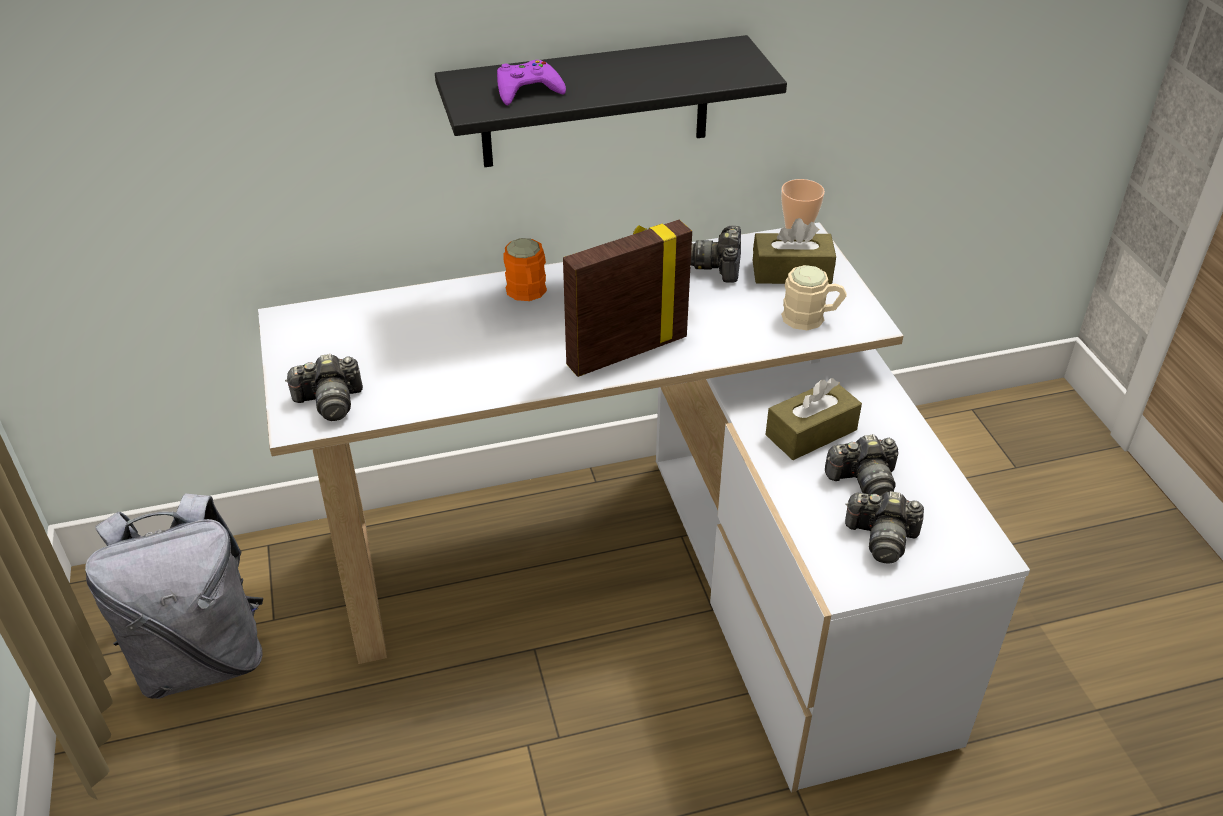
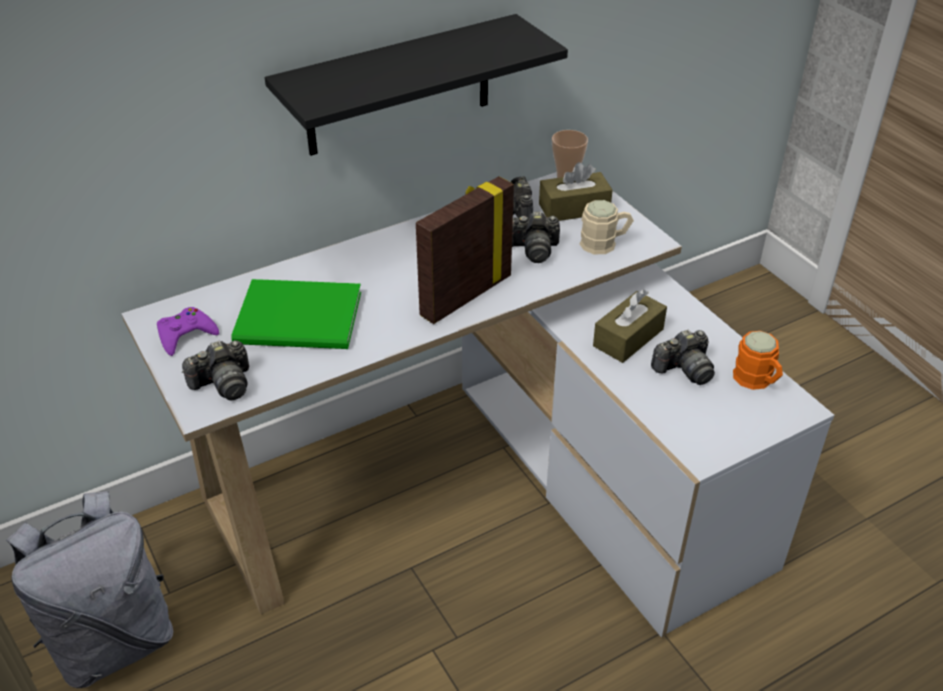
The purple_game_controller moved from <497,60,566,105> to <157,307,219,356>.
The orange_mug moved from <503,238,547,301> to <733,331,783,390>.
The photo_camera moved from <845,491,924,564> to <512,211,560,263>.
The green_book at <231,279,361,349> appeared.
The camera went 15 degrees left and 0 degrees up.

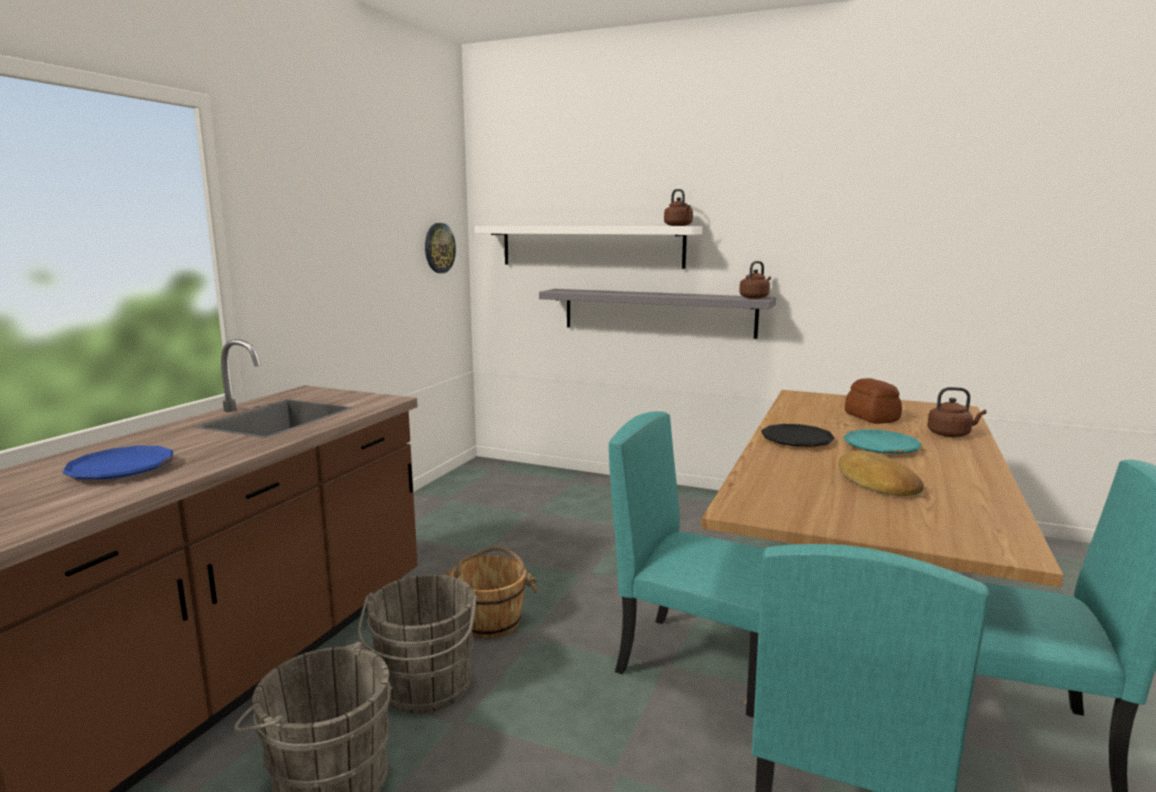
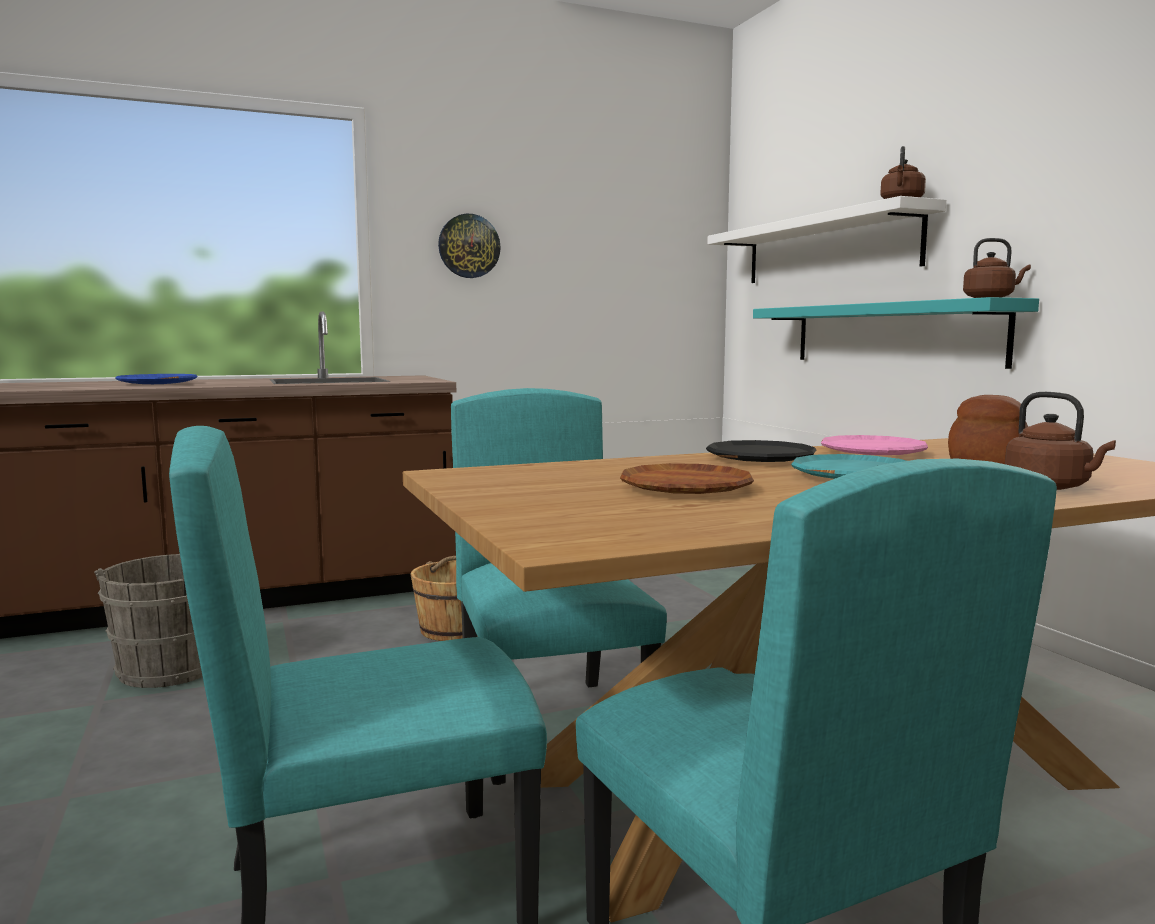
The wall_clock moved from <425,223,456,273> to <438,214,501,278>.
The grey_shelf at <539,289,776,339> became the turquoise_shelf at <753,297,1039,369>.
The bread at <838,450,924,496> was replaced by the brown_plate at <620,463,754,494>.
The grey_bucket at <358,574,477,713> disappeared.
The pink_plate at <821,435,928,455> appeared.
The camera went 45 degrees right and 5 degrees down.

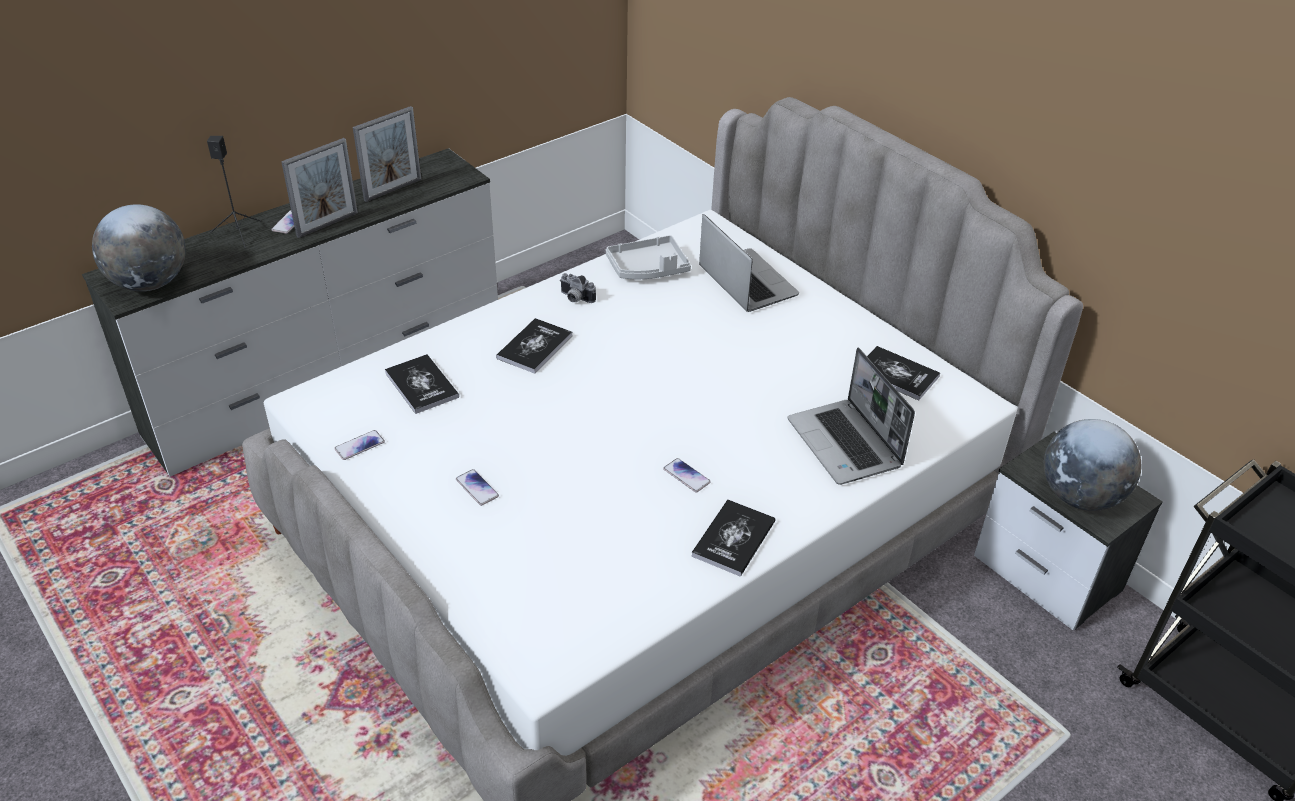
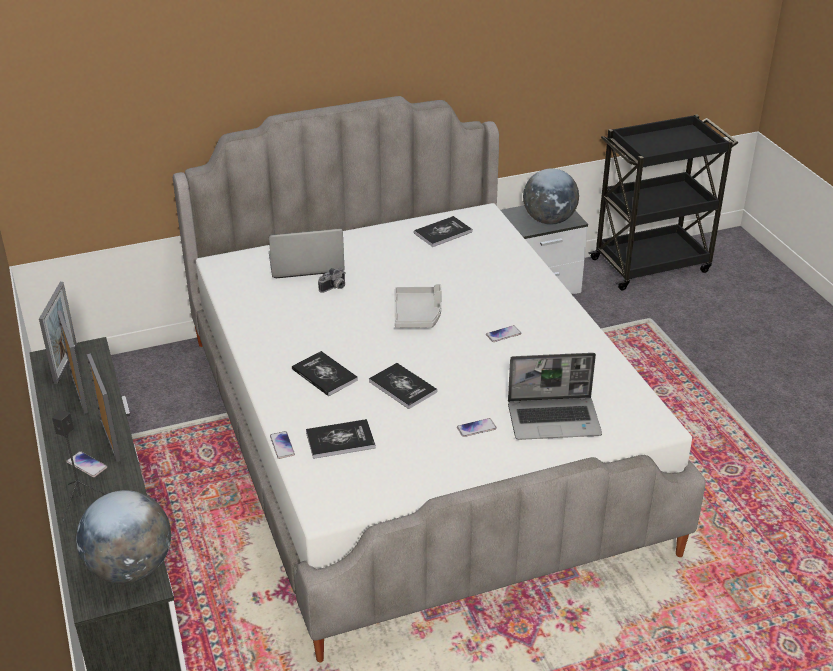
The grey_tray moved from <606,235,691,279> to <394,284,442,328>.
The photo_camera moved from <560,273,596,303> to <318,267,346,293>.
The laptop moved from <787,347,915,485> to <508,353,602,440>.
The phone moved from <334,430,385,460> to <270,431,295,459>.
The book moved from <691,499,775,577> to <369,363,437,409>.
The picture_frame at <39,282,77,384> appeared.
The camera went 70 degrees left and 5 degrees down.

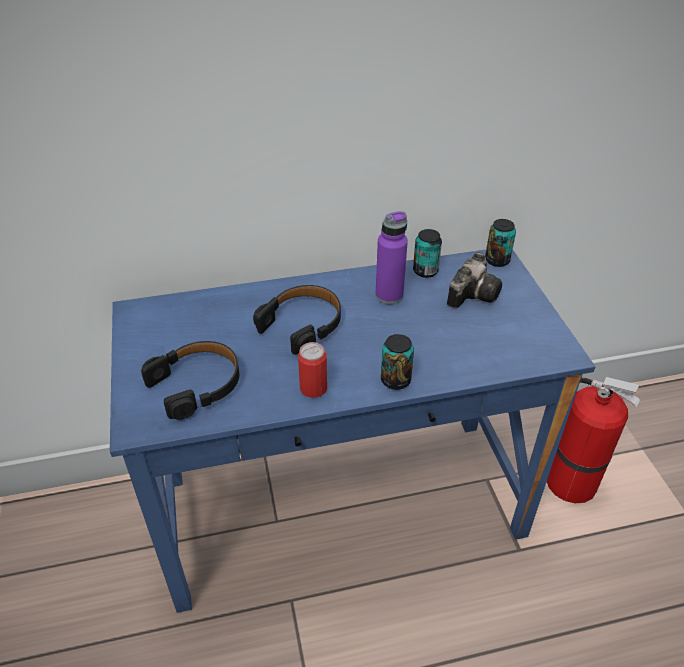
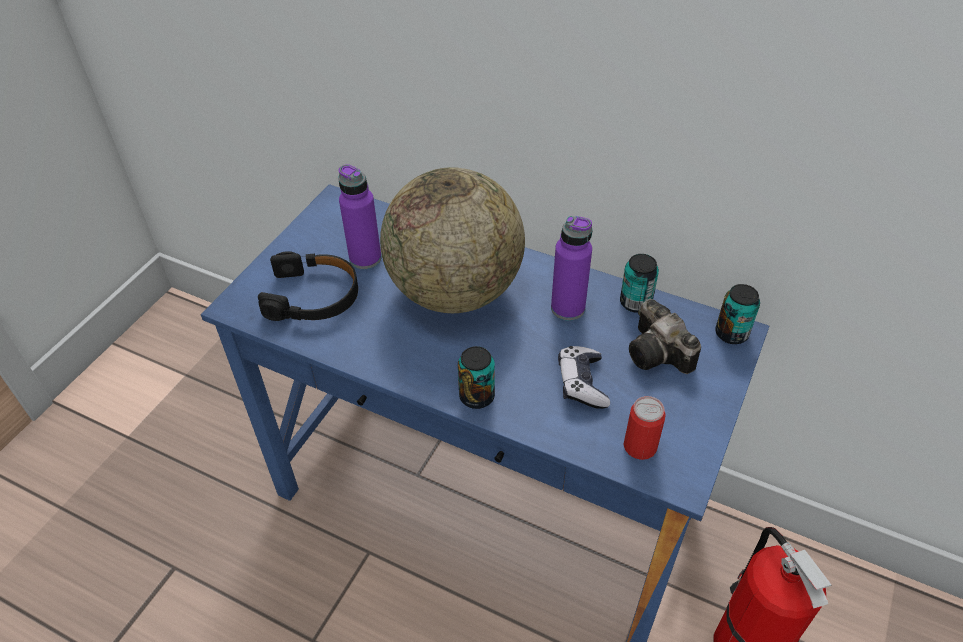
The photo_camera at <447,252,502,308> turned 75 degrees clockwise.
The black_headphones at <253,285,341,355> was replaced by the globe at <380,167,525,313>.
The can moved from <298,342,327,398> to <623,396,666,460>.
The purple_bottle at <338,164,381,269> appeared.
The game_controller at <558,346,610,409> appeared.
The camera went 40 degrees right and 5 degrees up.

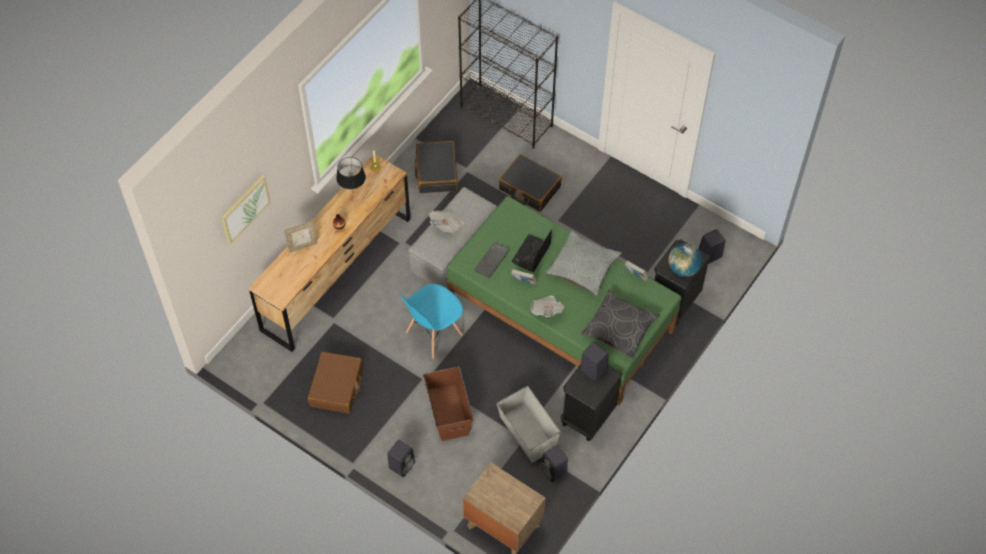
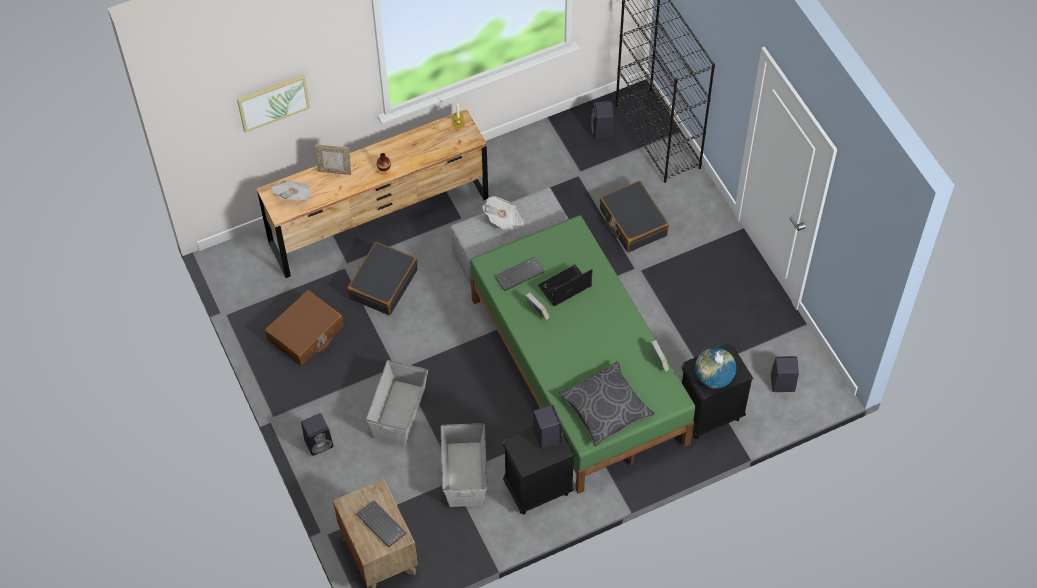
The black_suitcase moved from <414,141,457,193> to <347,242,418,315>.
The black_table_lamp at <336,157,366,190> disappeared.
The grey_pillow at <546,231,622,296> disappeared.
The blue_chair at <401,284,463,359> disappeared.
The newspaper moved from <530,296,565,317> to <271,180,312,201>.
The brown_storage_box at <423,366,473,441> became the grey_storage_box at <366,360,428,446>.
The black_speaker moved from <541,445,568,482> to <591,101,614,139>.
The keyboard at <356,500,406,547> appeared.
The camera went 30 degrees right and 0 degrees up.

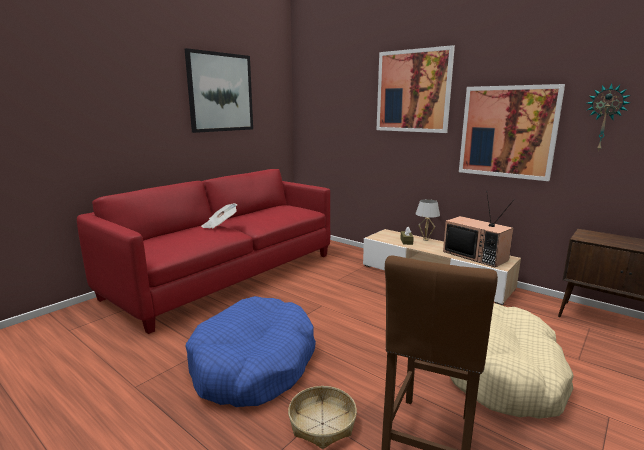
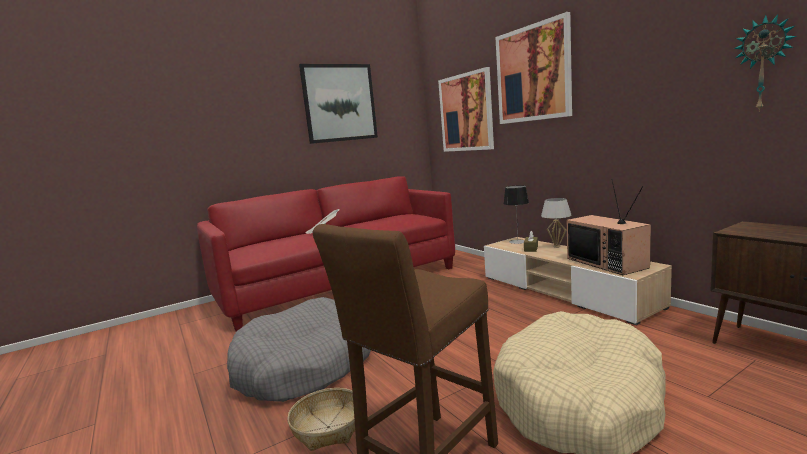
The picture moved from <459,84,565,181> to <438,67,494,152>.
The blue_dog_bed at <185,296,316,407> became the grey_dog_bed at <227,297,371,402>.
The table_lamp at <504,185,529,244> appeared.
The camera went 20 degrees right and 5 degrees down.

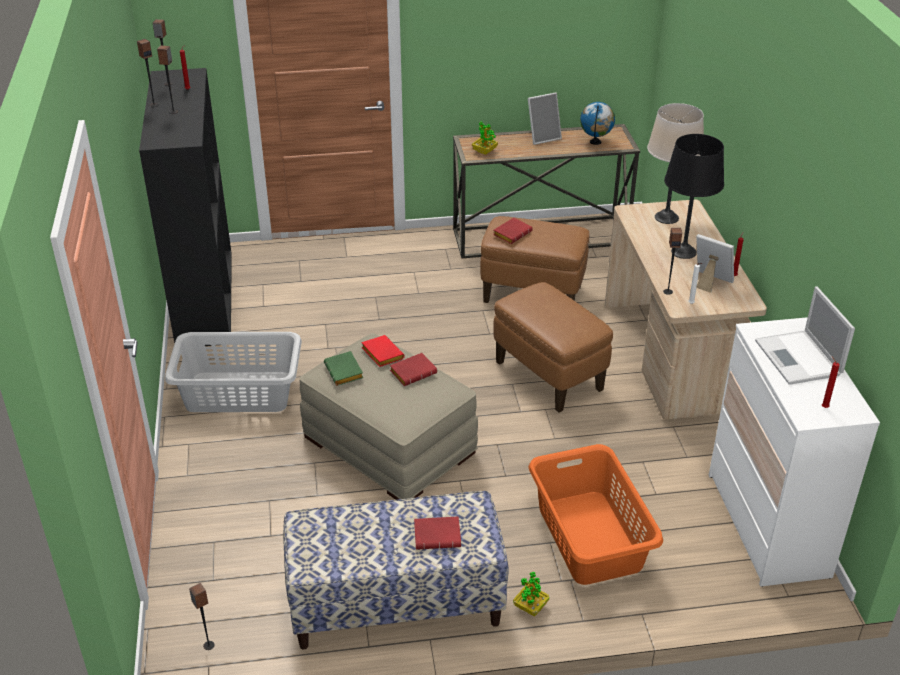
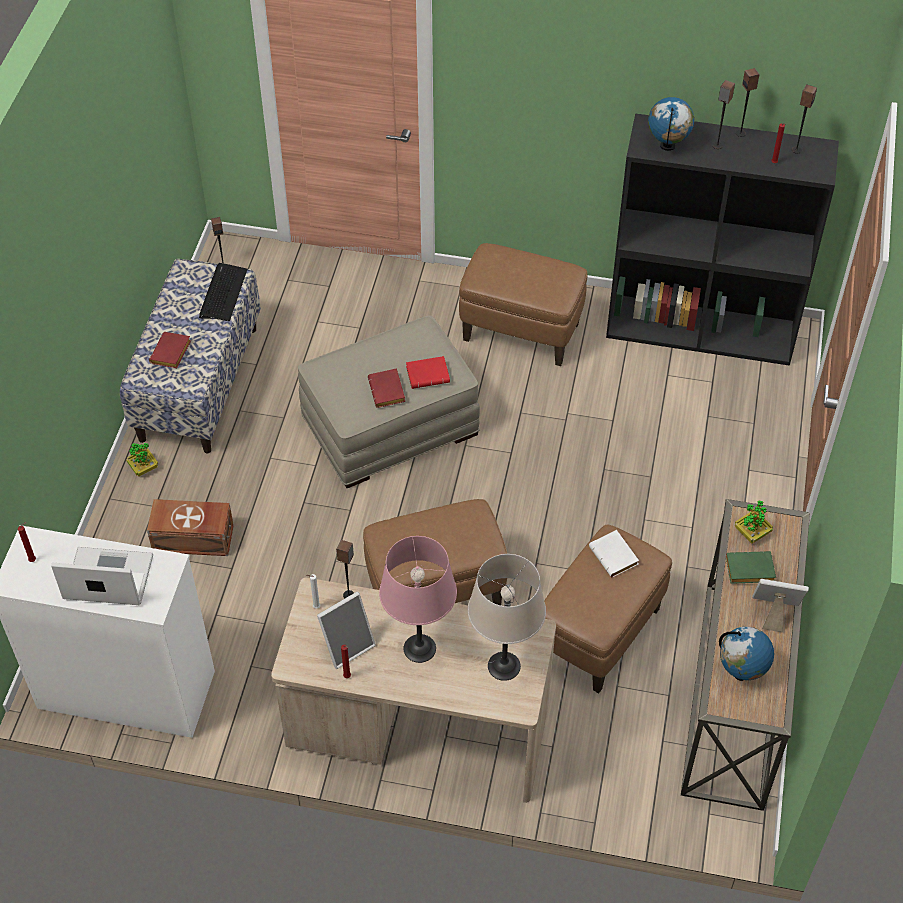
The picture_frame at <528,92,562,145> turned 105 degrees clockwise.
The black_table_lamp at <664,134,724,259> became the pink_table_lamp at <379,536,457,663>.
The red_book at <493,218,533,244> became the white_book at <589,530,639,577>.
The grey_laundry_basket at <165,332,302,412> was replaced by the brown_ottoman at <459,243,588,366>.
The green_book moved from <324,351,364,386> to <726,551,776,584>.
The orange_laundry_basket at <528,444,663,585> was replaced by the brown_storage_box at <147,499,234,556>.
The globe at <648,97,694,151> appeared.
The keyboard at <199,263,247,321> appeared.
The camera went 110 degrees right and 15 degrees up.

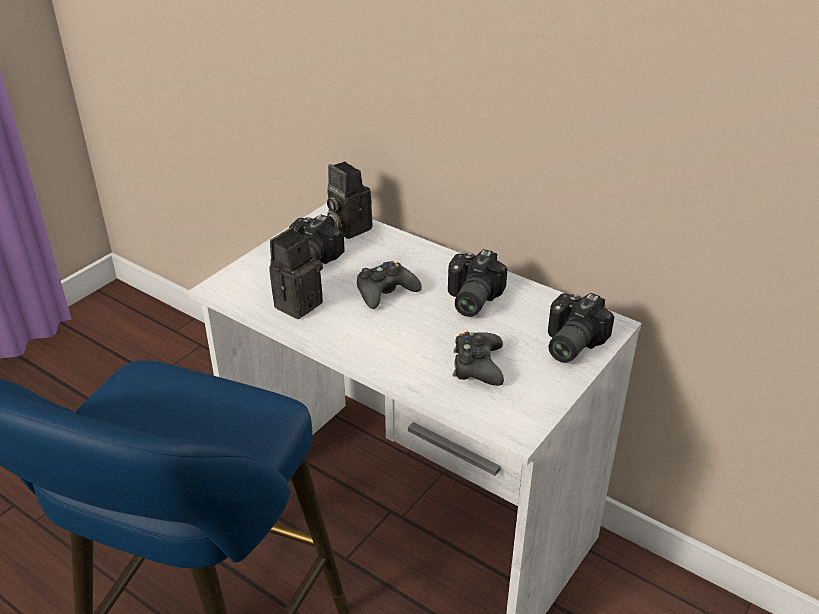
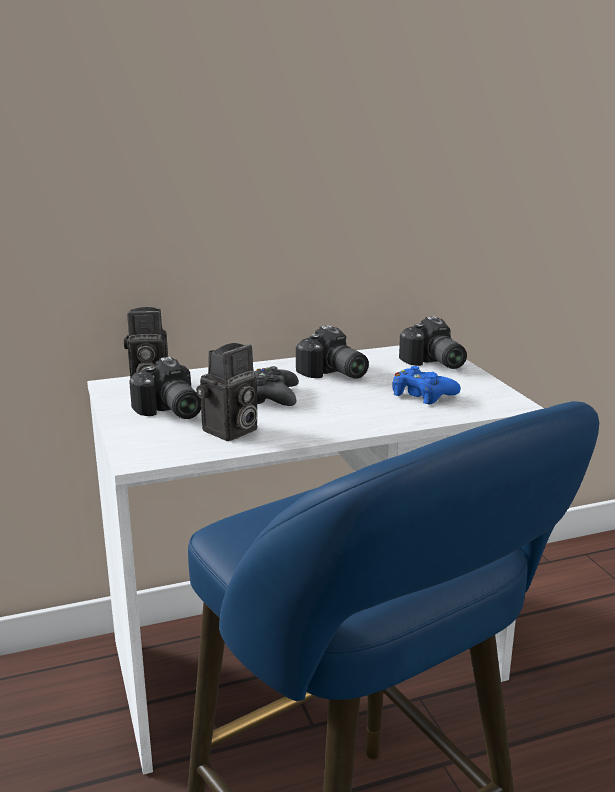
The photo_camera at <269,227,323,319> turned 120 degrees counterclockwise.
The black_game_controller at <453,332,504,386> became the blue_game_controller at <392,366,460,405>.
The camera went 55 degrees left and 15 degrees down.

